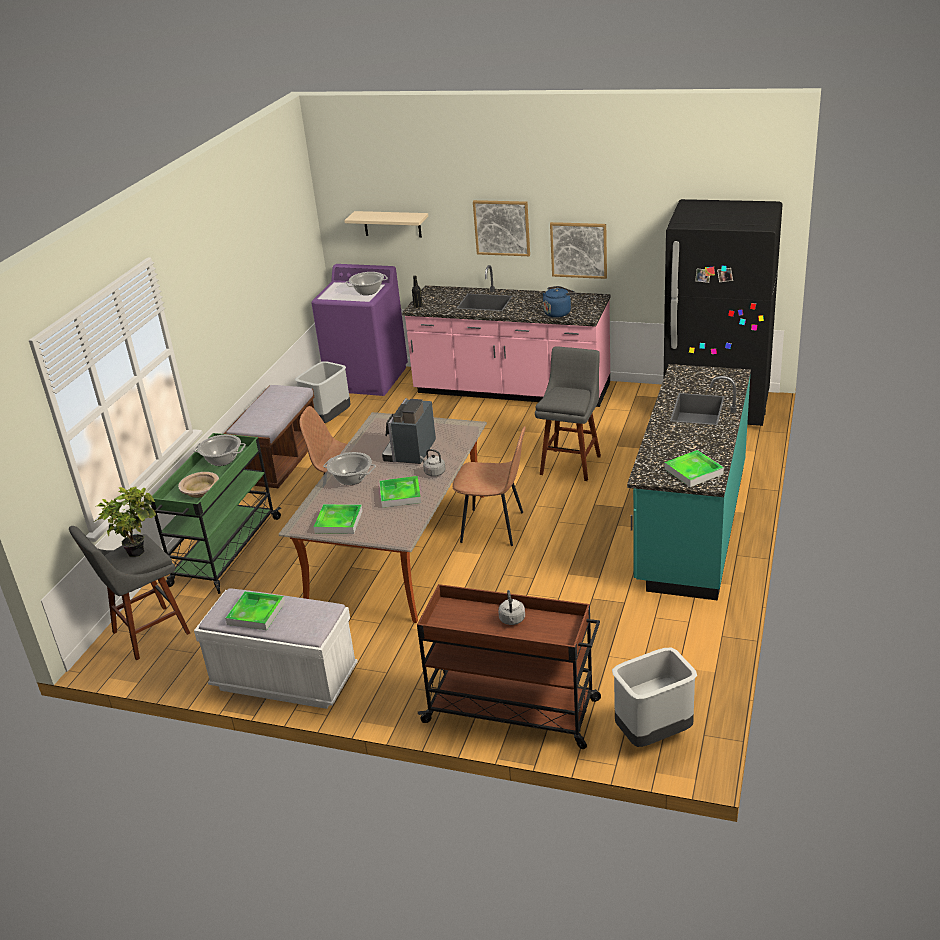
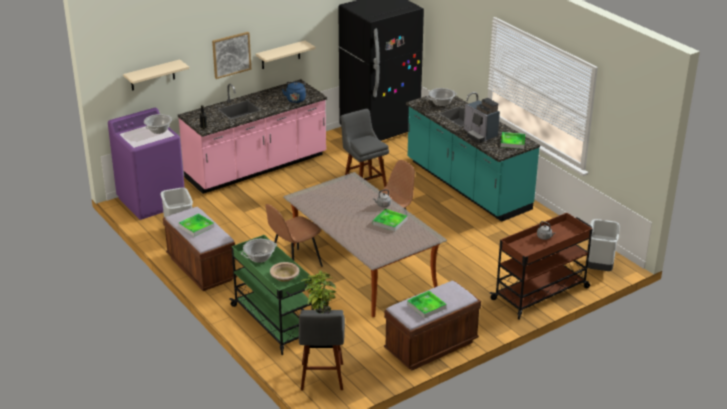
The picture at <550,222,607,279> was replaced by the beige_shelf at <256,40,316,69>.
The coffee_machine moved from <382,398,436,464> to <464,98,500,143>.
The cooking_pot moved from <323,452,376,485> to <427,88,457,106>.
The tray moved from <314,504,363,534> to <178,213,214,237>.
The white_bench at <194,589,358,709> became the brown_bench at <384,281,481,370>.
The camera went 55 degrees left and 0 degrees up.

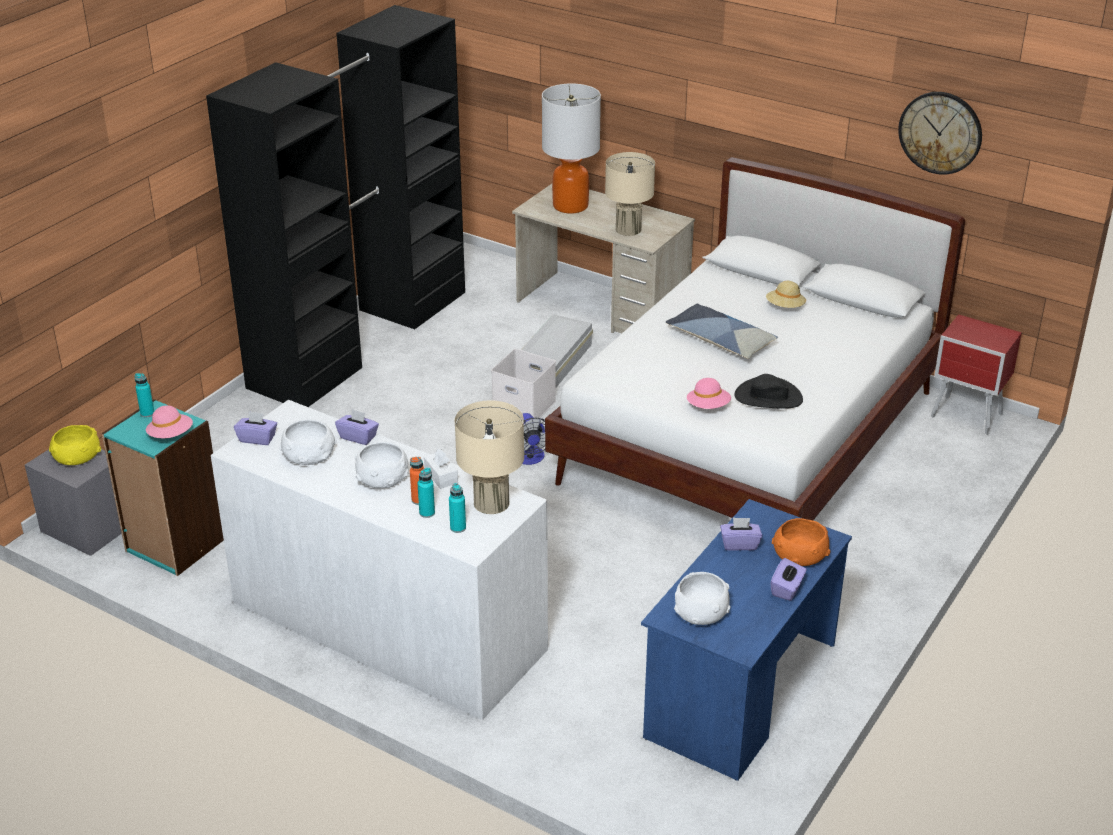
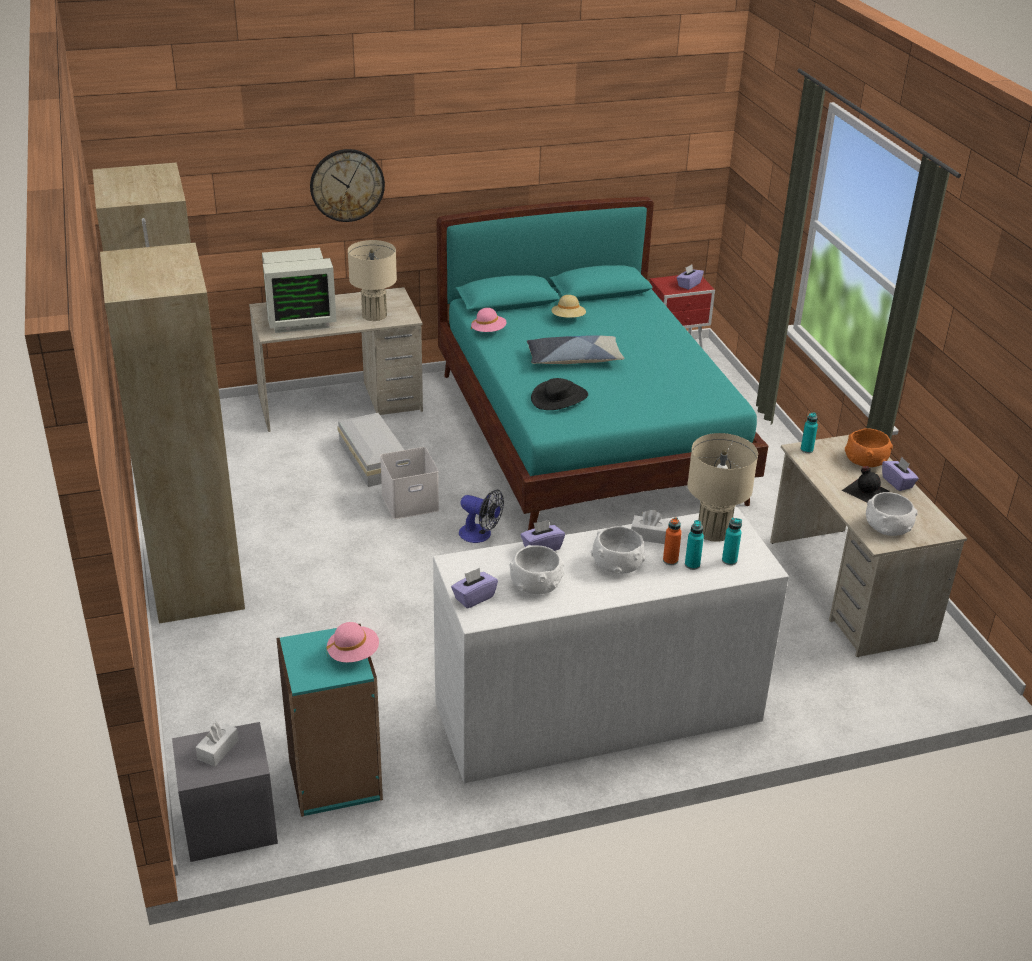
The black_wardrobe at <206,5,465,407> became the beige_wardrobe at <92,162,245,623>.
The table_lamp at <542,83,601,214> was replaced by the monitor at <262,248,337,333>.
The wall_clock moved from <898,92,982,175> to <310,149,385,222>.
The white_bed at <545,157,965,520> became the turquoise_bed at <437,197,768,530>.
The turquoise_bottle moved from <135,373,154,417> to <801,412,818,453>.
The black_hat moved from <734,374,803,409> to <531,378,588,410>.
The pink_hat moved from <687,378,731,409> to <471,308,507,332>.
The yellow_bowl at <49,425,101,465> was replaced by the white_tissue_box at <196,722,239,767>.
The blue_desk at <641,499,852,781> became the beige_desk at <770,435,967,657>.
The purple_tissue_box moved from <720,517,762,551> to <677,265,704,290>.
The black_bottle at <842,466,890,502> appeared.
The camera went 50 degrees left and 0 degrees up.

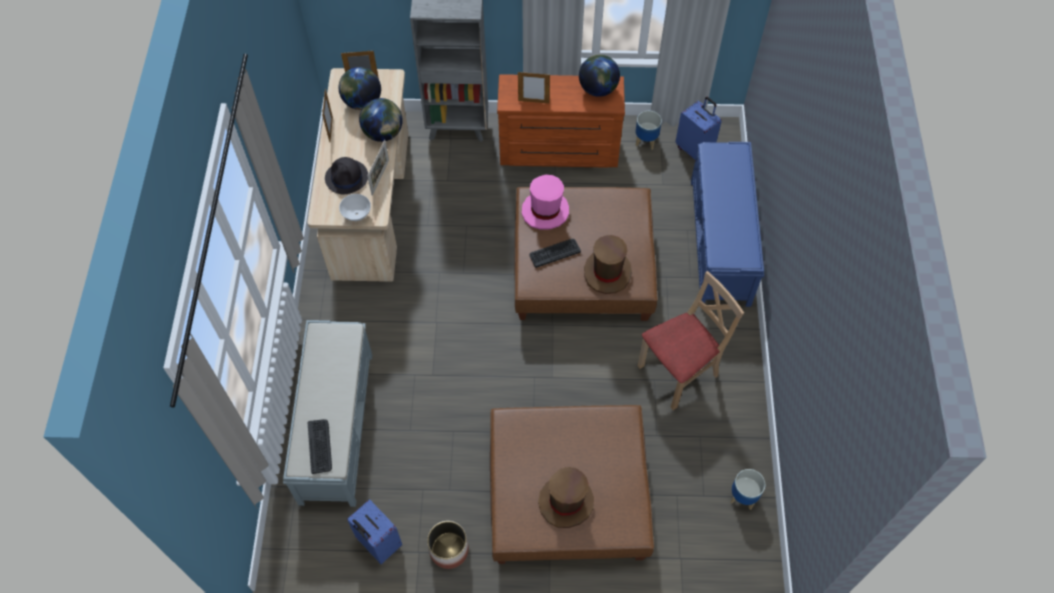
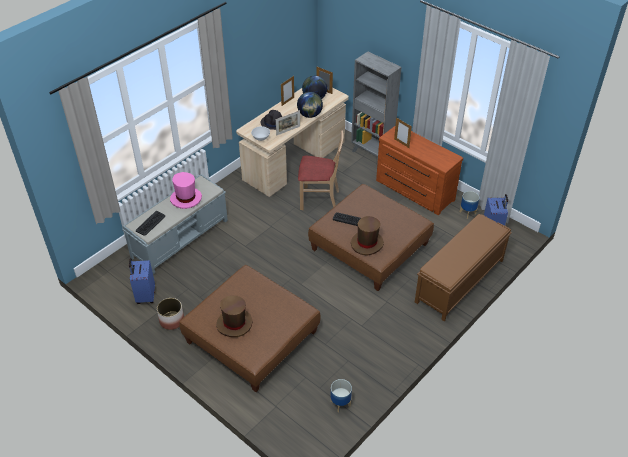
The globe at <579,55,620,97> disappeared.
The blue_bench at <691,142,764,307> became the brown_bench at <415,214,512,321>.
The pink_hat moved from <522,175,569,230> to <170,172,202,209>.
The beige_chair moved from <638,271,744,410> to <298,130,343,210>.
The camera went 40 degrees right and 15 degrees down.

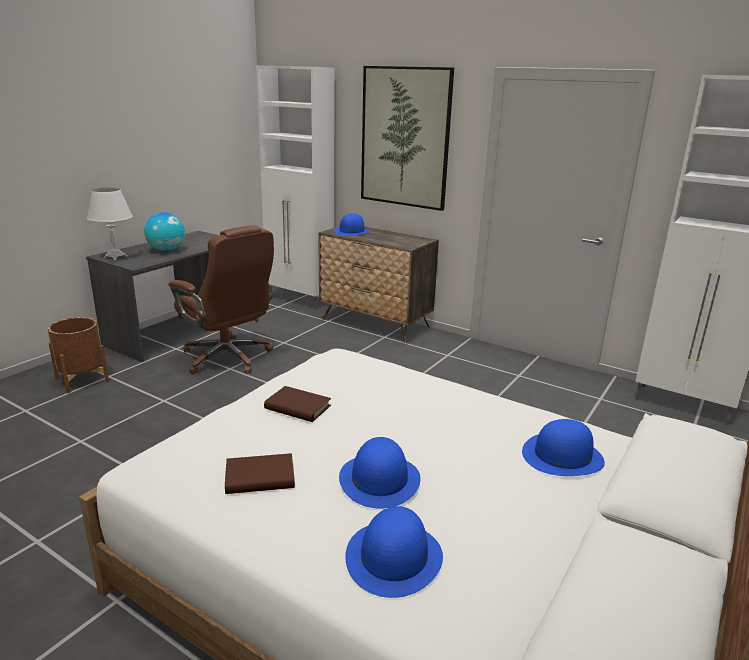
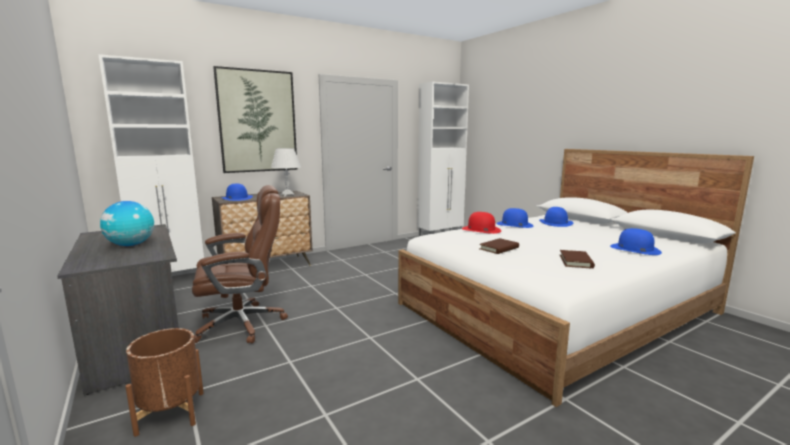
The white_table_lamp moved from <87,188,133,260> to <271,148,301,196>.
The blue_hat moved from <339,437,421,509> to <496,208,533,228>.
The red_hat at <462,212,501,234> appeared.
The camera went 65 degrees left and 10 degrees down.

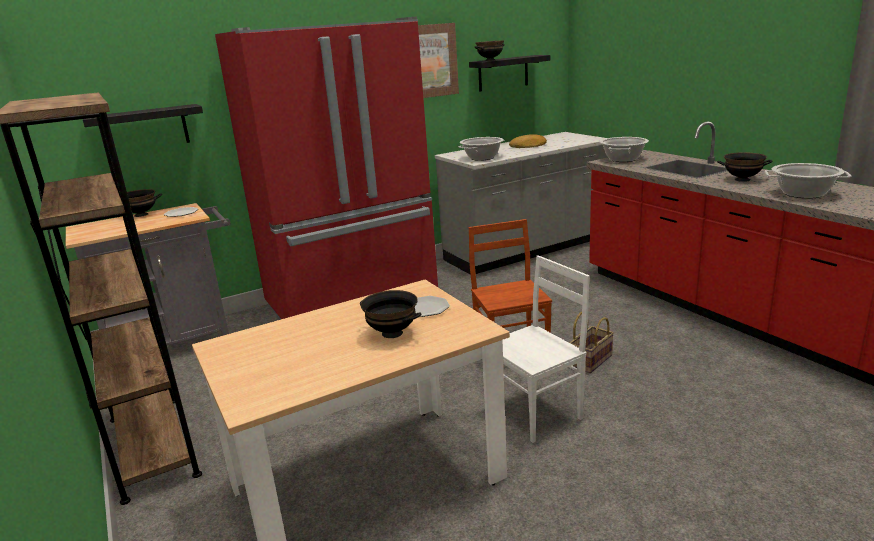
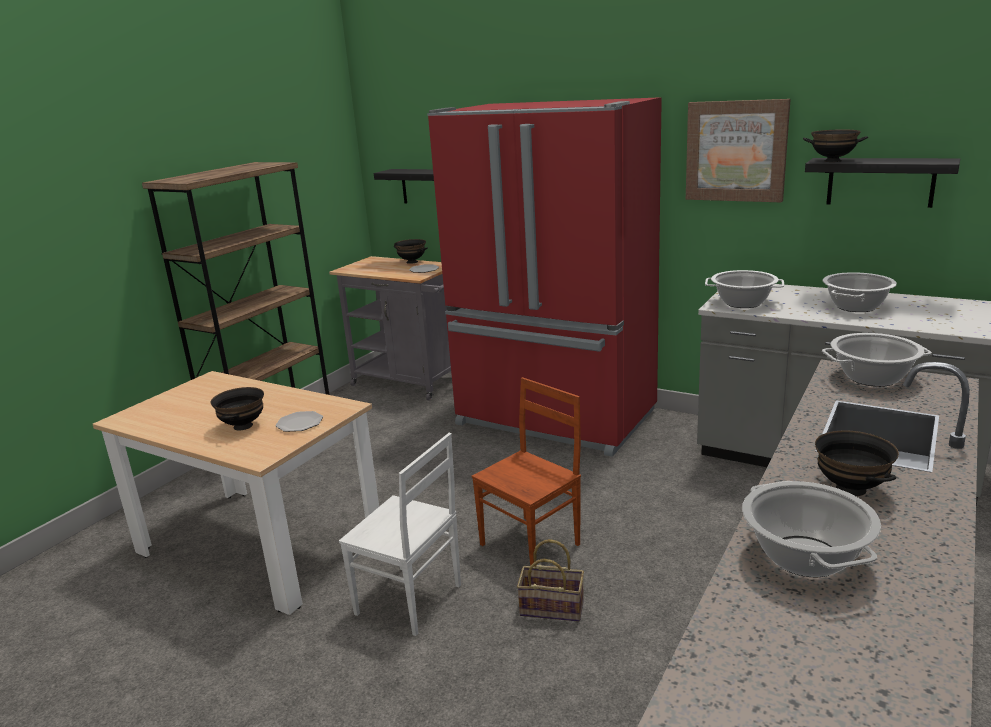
The bread at <509,134,547,148> was replaced by the cooking_pot at <823,272,897,312>.
The camera went 60 degrees right and 0 degrees up.

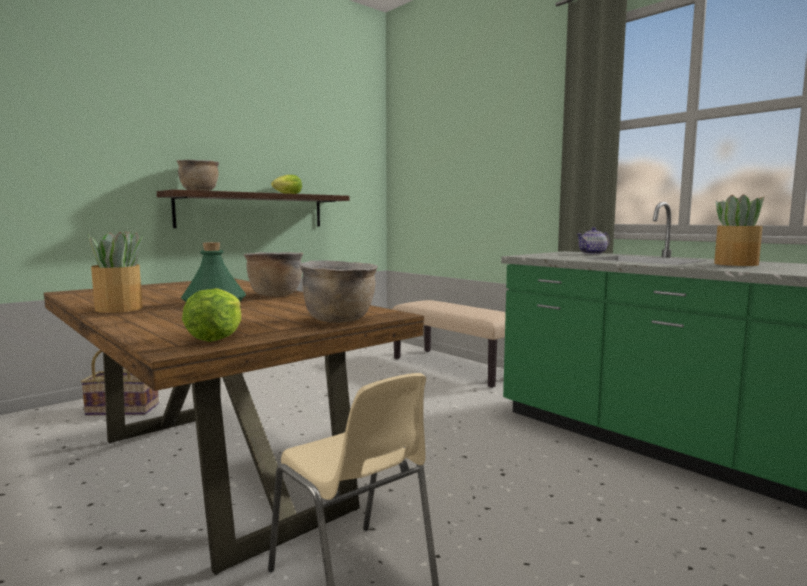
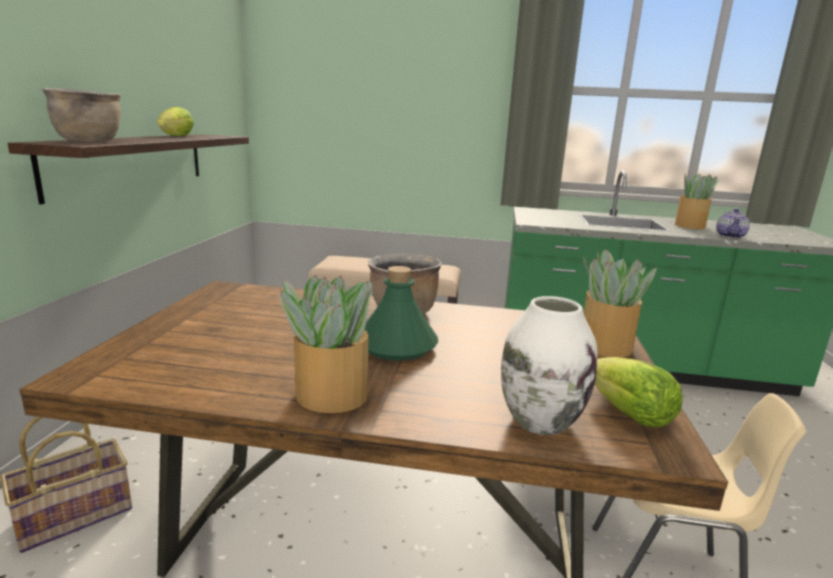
The teapot moved from <577,227,610,254> to <716,209,750,239>.
The brown_cooking_pot at <300,260,378,323> was replaced by the potted_plant at <583,249,657,358>.
The white_vase at <501,296,597,435> appeared.
The camera went 40 degrees left and 10 degrees up.

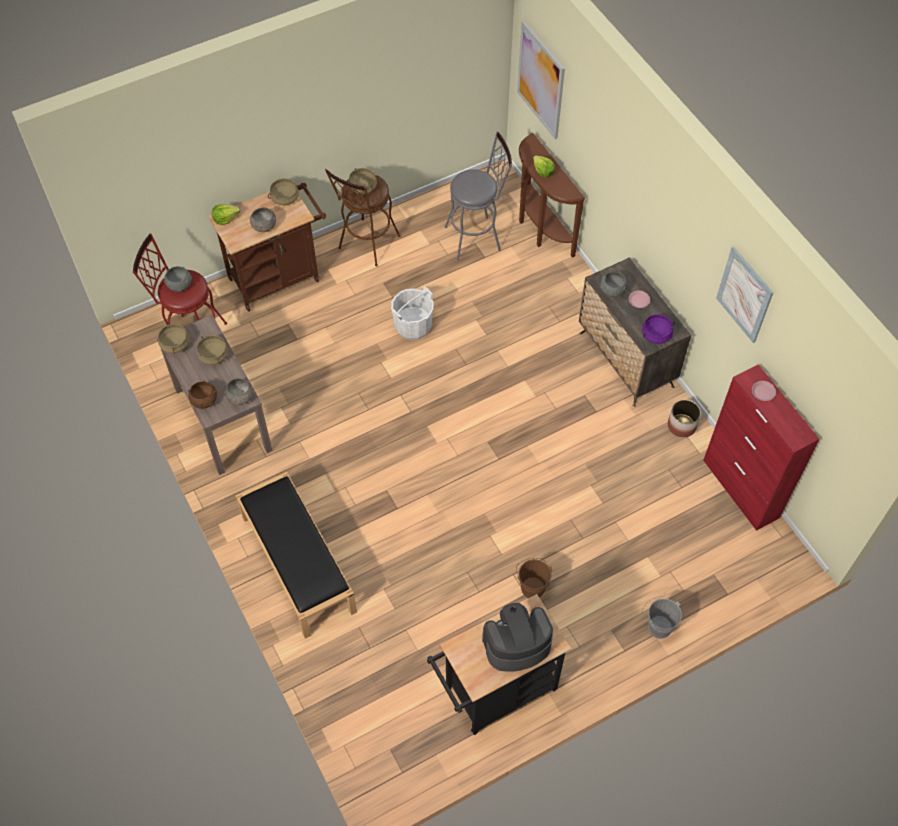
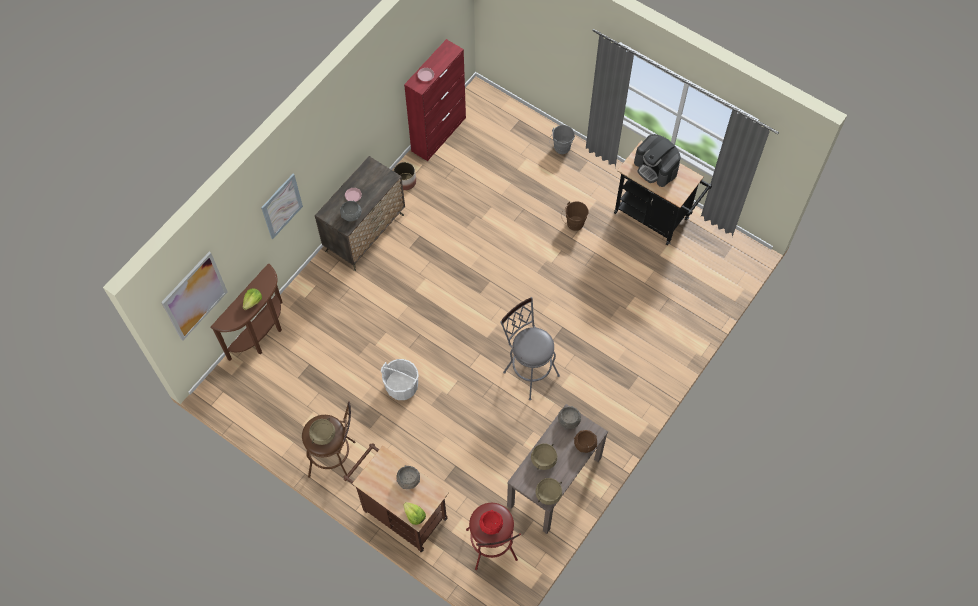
The grey_stool moved from <445,131,512,260> to <500,297,560,400>.
The beige_cooking_pot at <268,178,301,205> disappeared.
The picture moved from <716,247,773,343> to <261,174,303,239>.
The grey_bowl at <164,266,192,292> became the red_bowl at <479,510,503,535>.
The purple_cooking_pot at <642,314,675,344> disappeared.
The black_bench at <235,472,357,639> disappeared.
The camera went 115 degrees left and 5 degrees up.

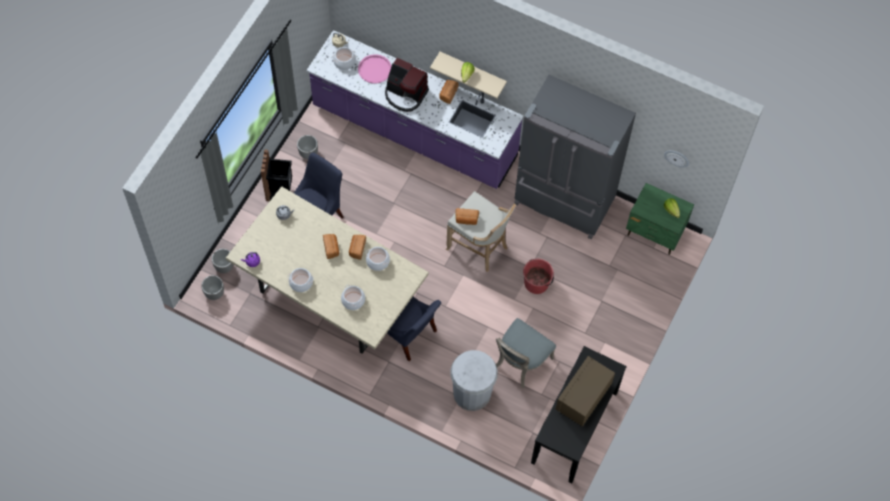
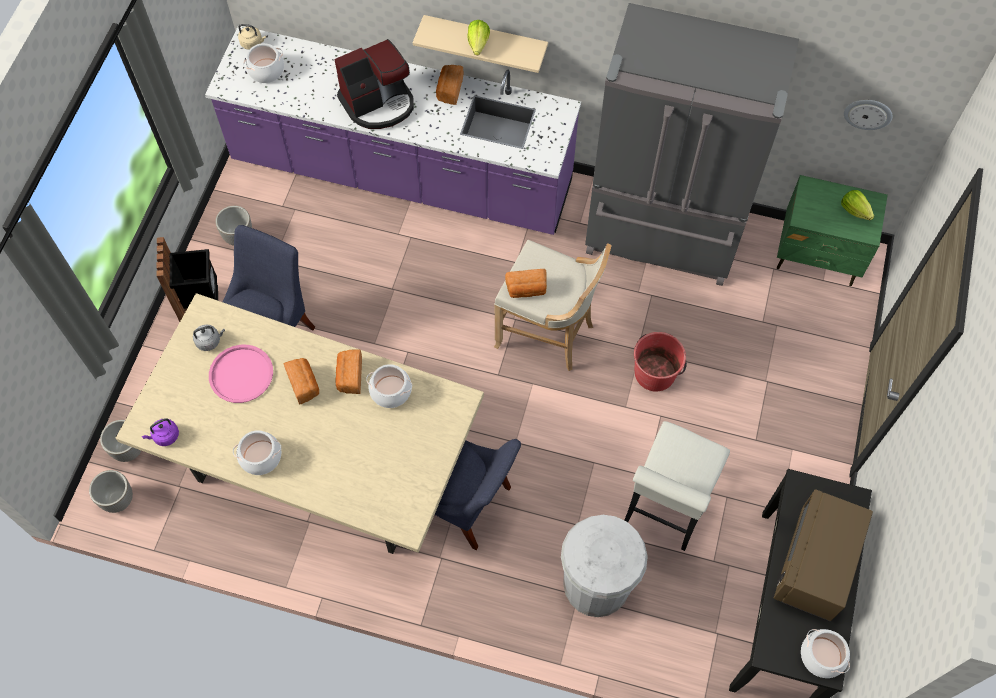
The pink_tray moved from <358,54,392,83> to <209,345,273,403>.
The coffee_machine at <385,58,429,112> turned 45 degrees counterclockwise.
The cooking_pot moved from <341,285,365,310> to <801,629,850,678>.
The grey_chair at <496,318,556,388> was replaced by the white_stool at <624,421,730,551>.
The camera went 10 degrees left and 0 degrees up.

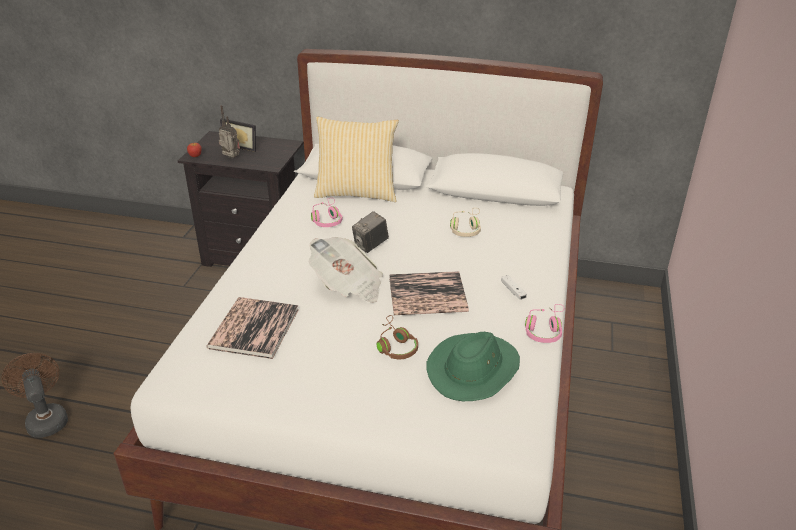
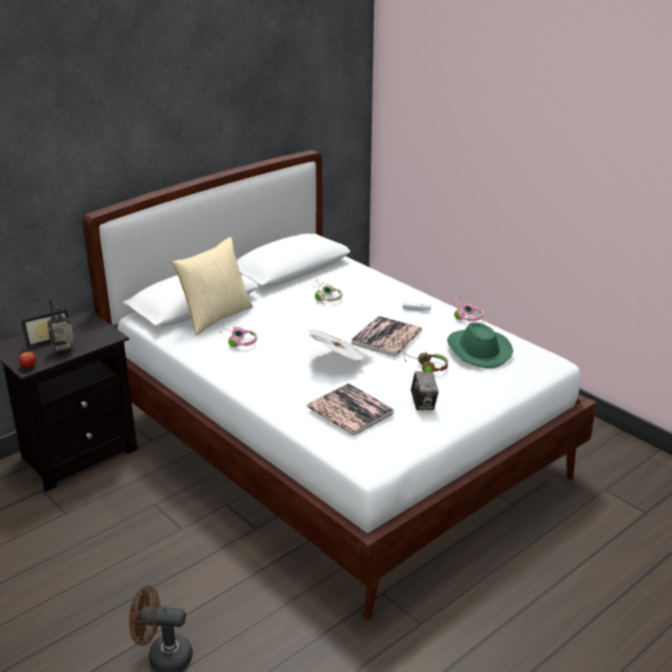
The photo_camera moved from <352,211,389,253> to <411,371,439,410>.
The camera went 55 degrees left and 5 degrees down.

